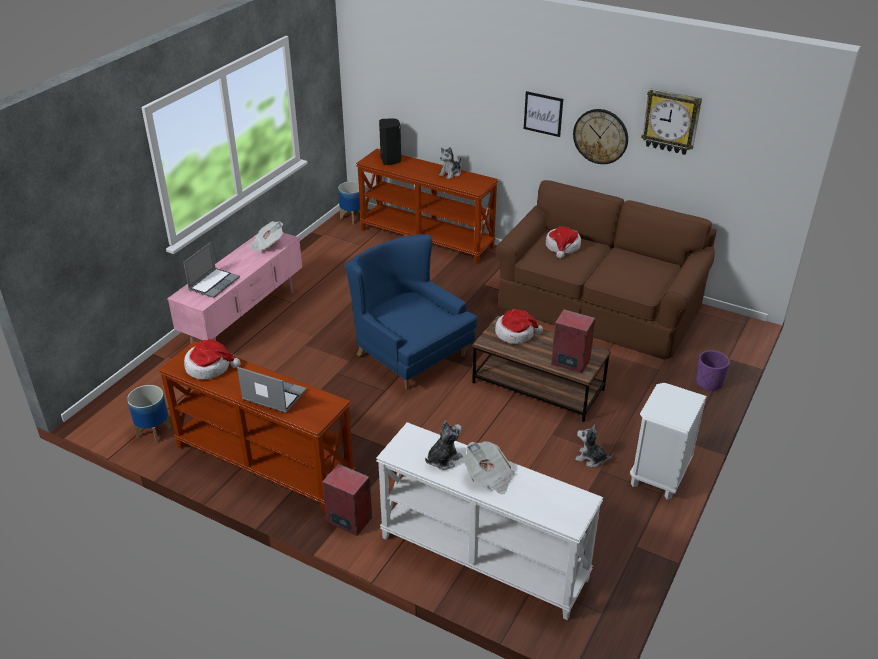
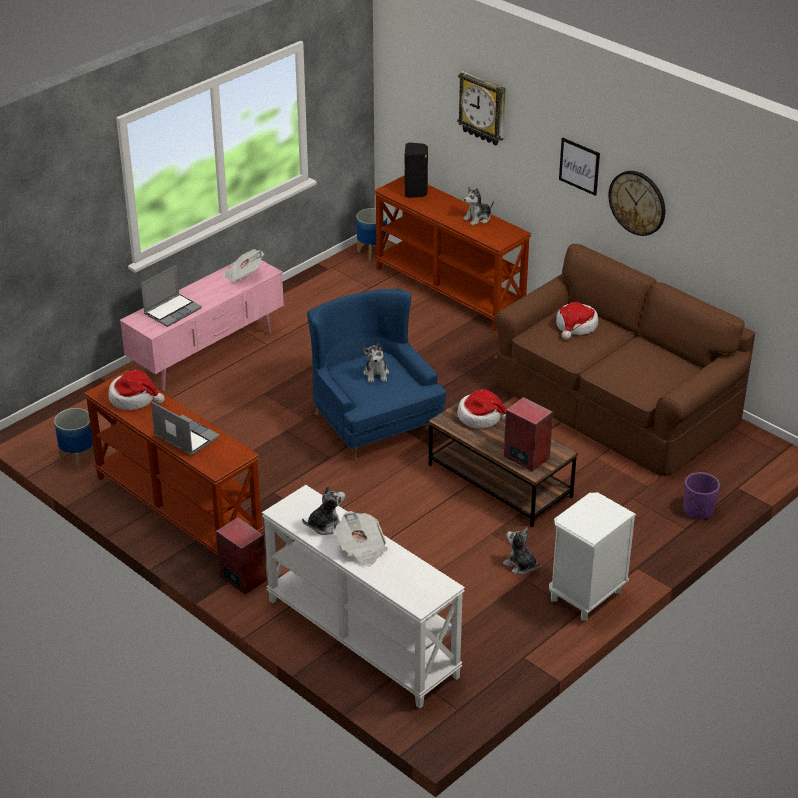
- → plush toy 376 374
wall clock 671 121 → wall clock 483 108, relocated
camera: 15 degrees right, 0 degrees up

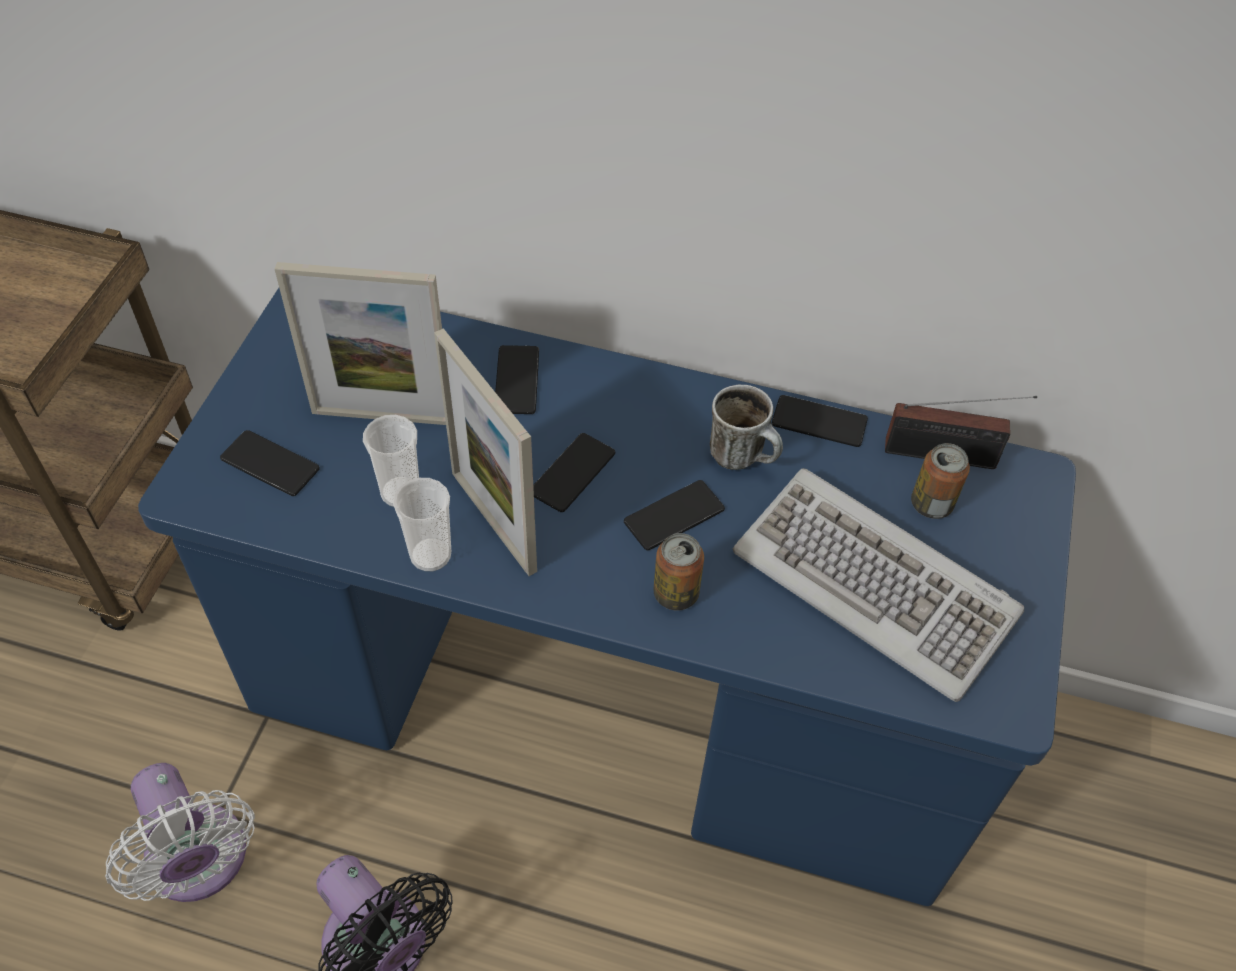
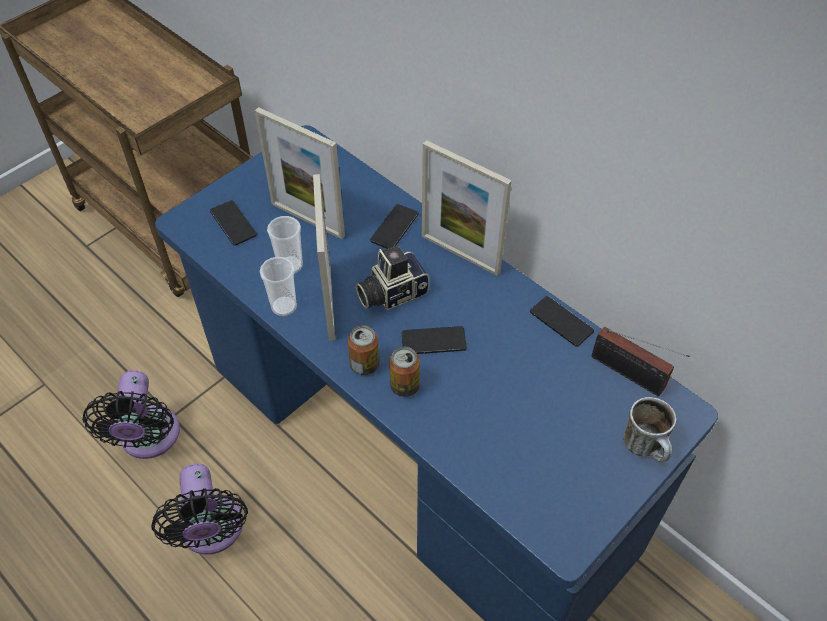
keyboard 875 584 → -
- → picture frame 460 254
mug 743 457 → mug 646 448, relocated
can 931 504 → can 364 365, relocated
phone 572 473 → photo camera 391 293
fan (white) 200 863 → fan (black) 148 439
camera: 30 degrees right, 0 degrees up

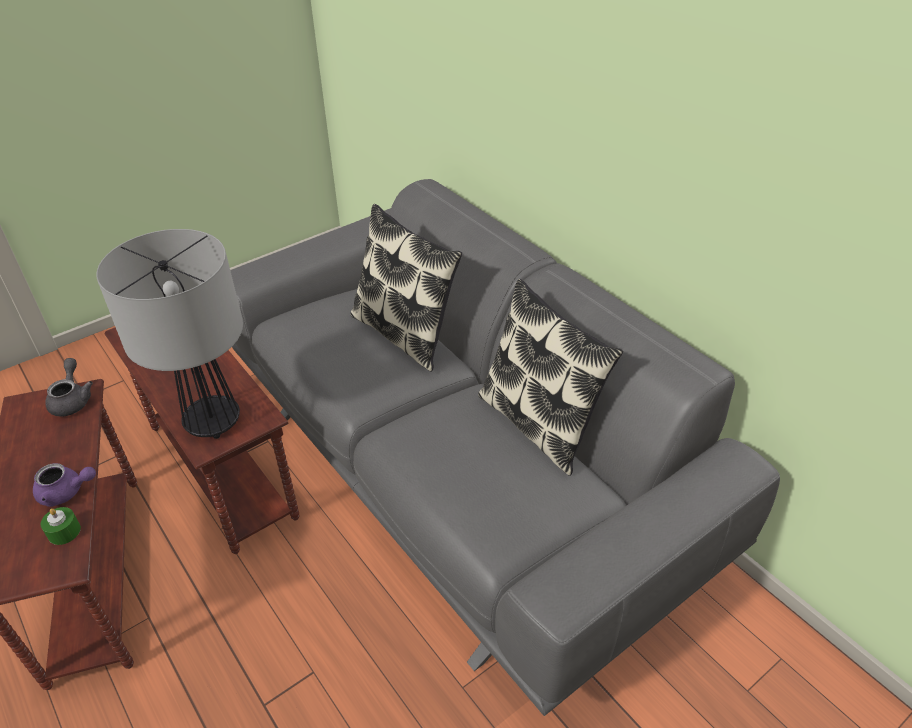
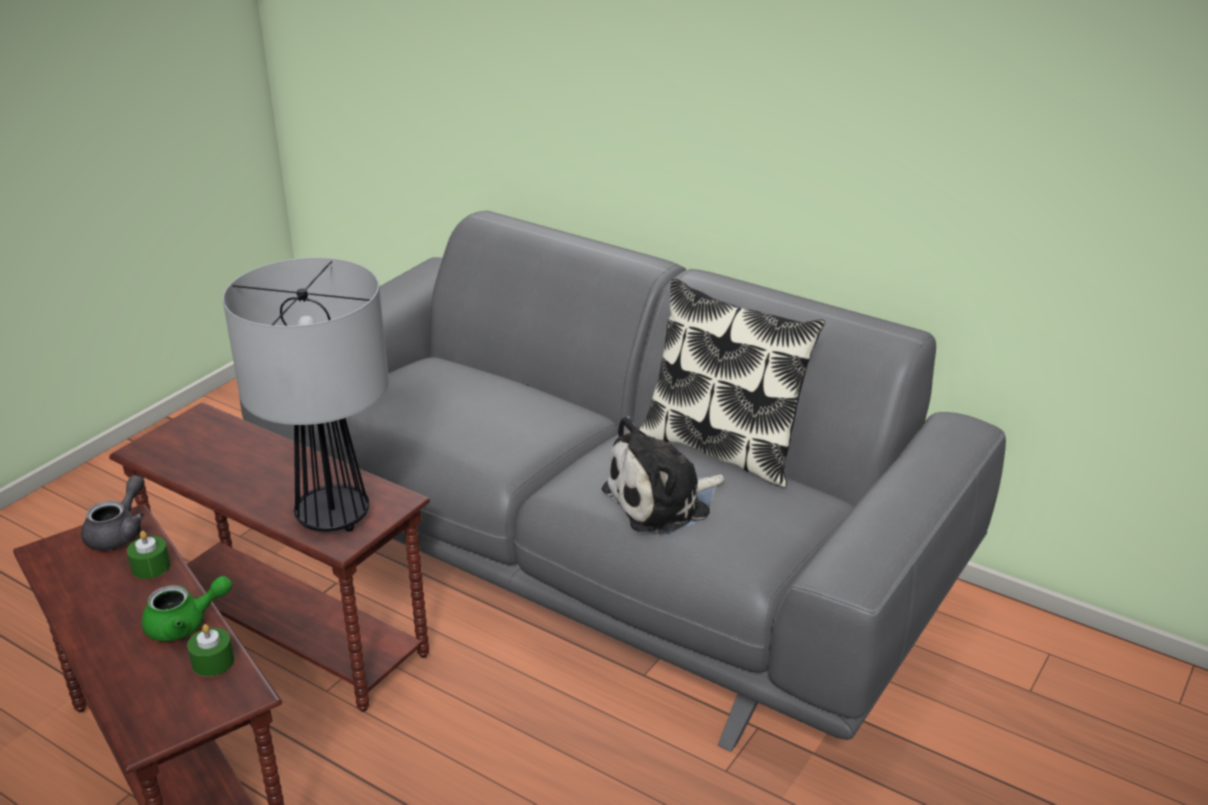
pillow 405 333 → -
- → candle (green) 151 567
- → plush toy 663 501
teapot (purple) 66 492 → teapot (green) 185 624
teapot (grey) 72 400 → teapot (grey) 119 532, 45 degrees clockwise
camera: 20 degrees left, 10 degrees down

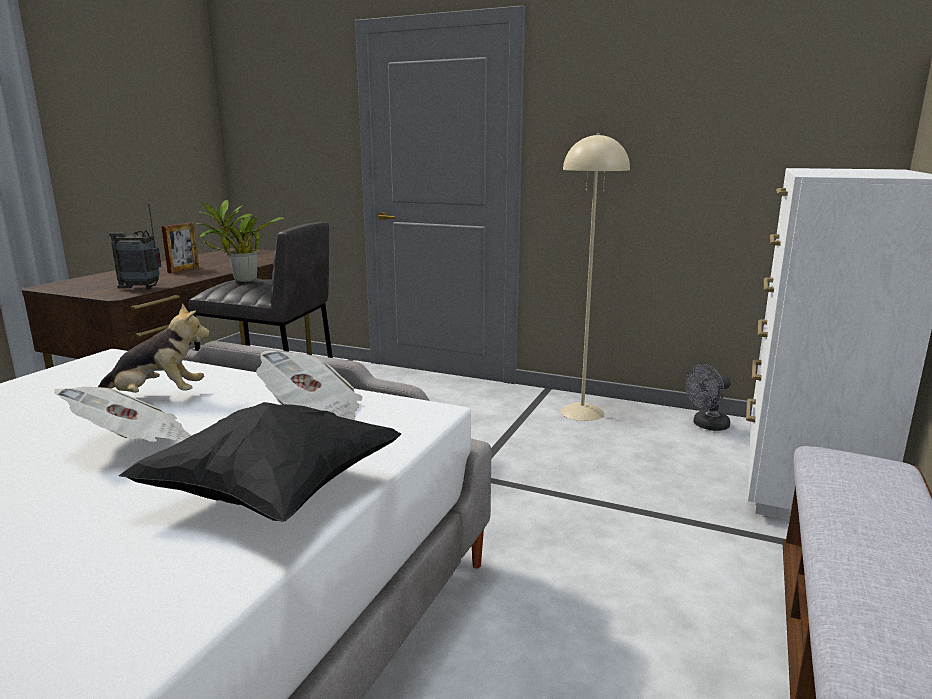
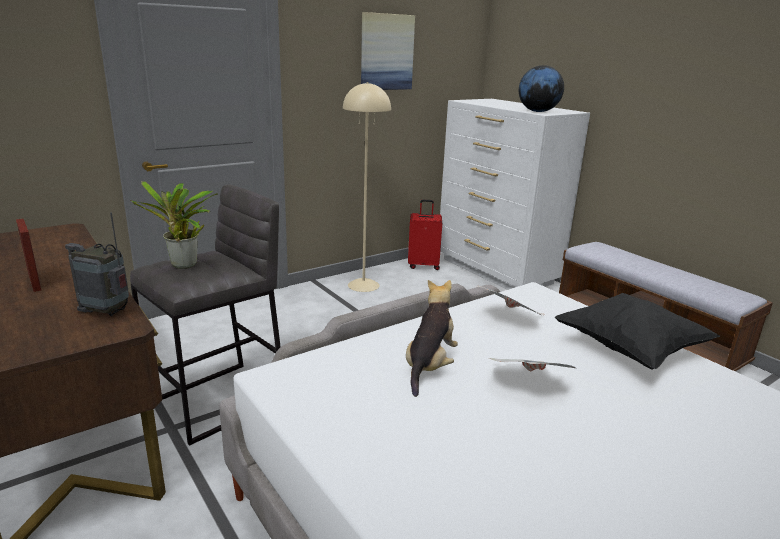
- → picture 386 52
- → globe 538 111
fan (grey) 706 426 → suitcase (red) 423 265
radio 142 288 → radio 106 312, 75 degrees clockwise
camera: 60 degrees left, 5 degrees up

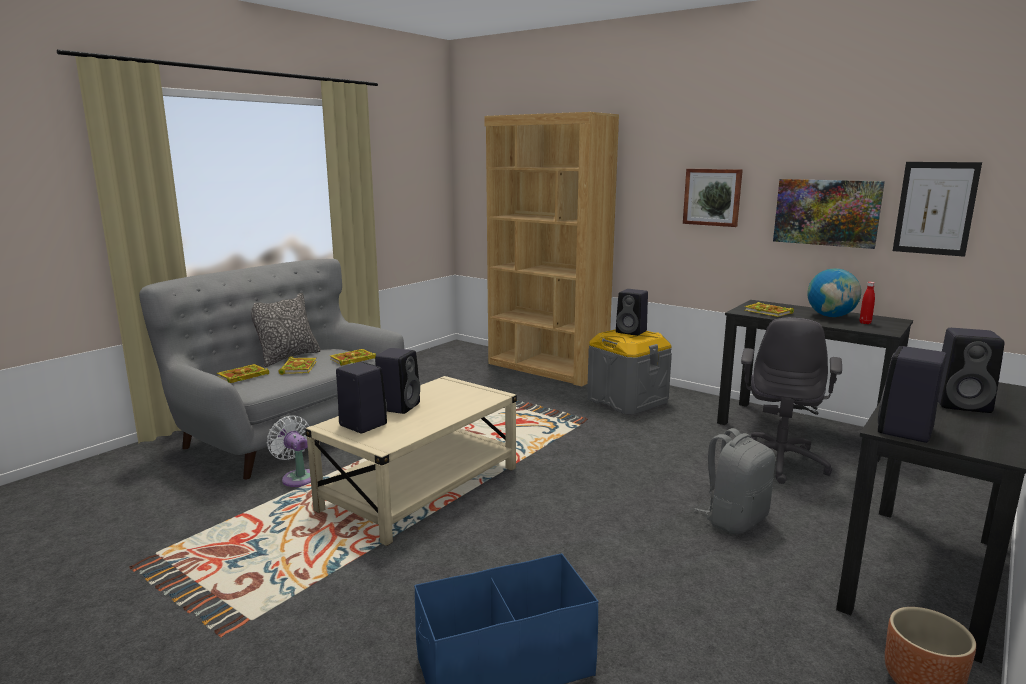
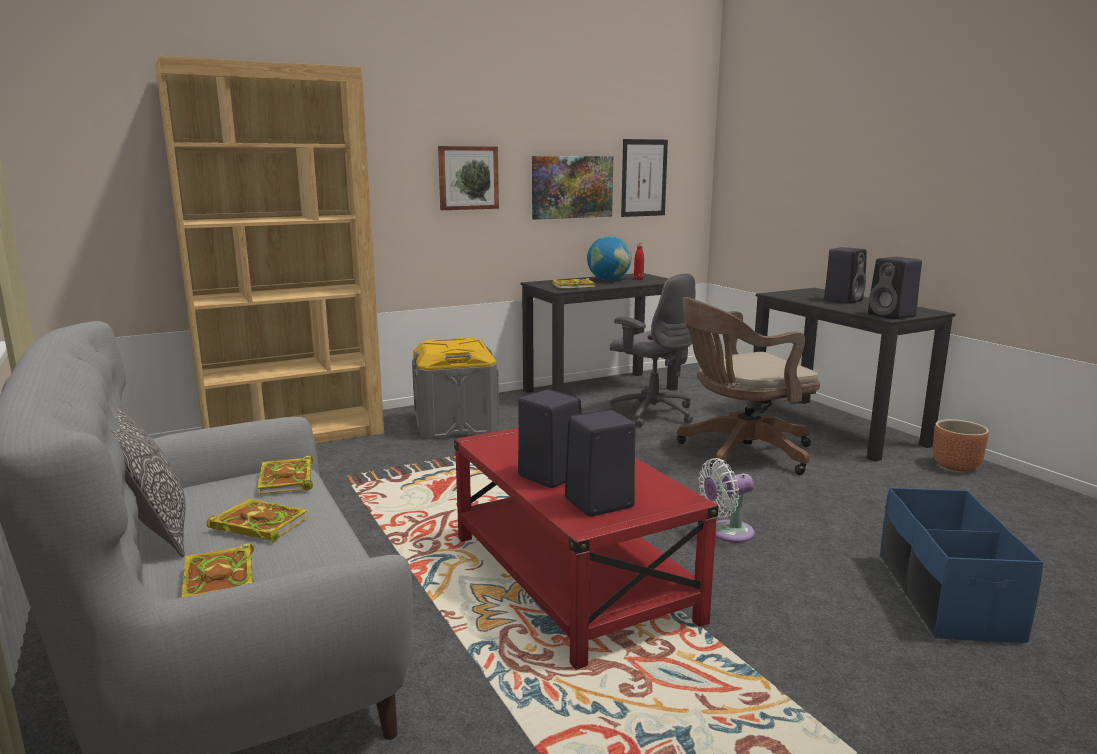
speaker (black) 632 332 → -
fan (white) 298 477 → fan (white) 727 533, relocated
backpack (grey) 734 520 → office chair (brown) 739 453
coffee table (beige) 421 488 → coffee table (red) 571 577
camera: 65 degrees left, 0 degrees up

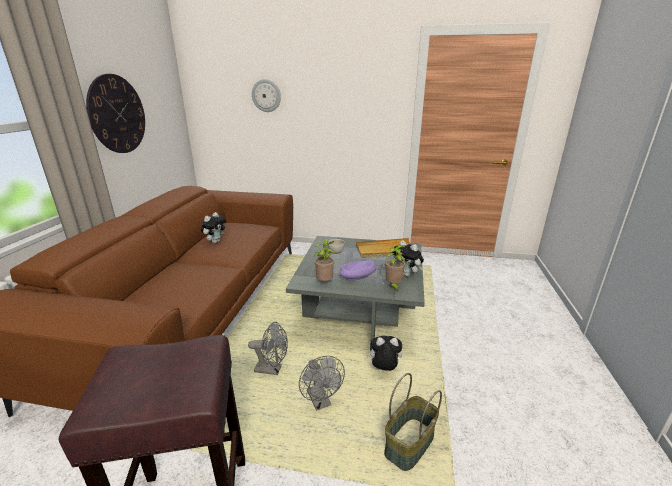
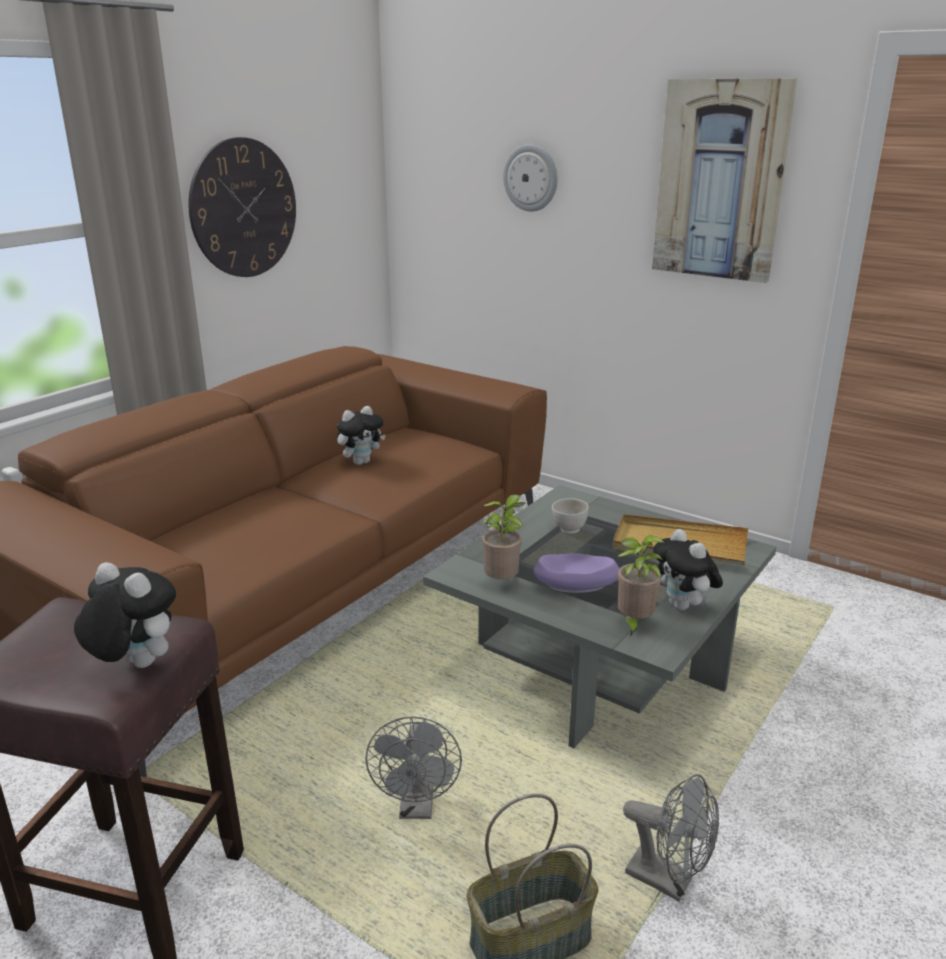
- → picture 720 180
fan (grey) 272 369 → fan (grey) 668 881, relocated
plush toy 384 369 → plush toy 134 665, relocated
camera: 25 degrees right, 0 degrees up

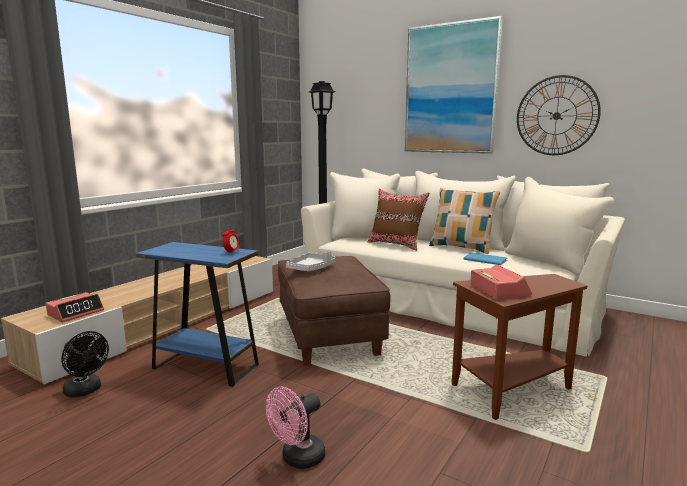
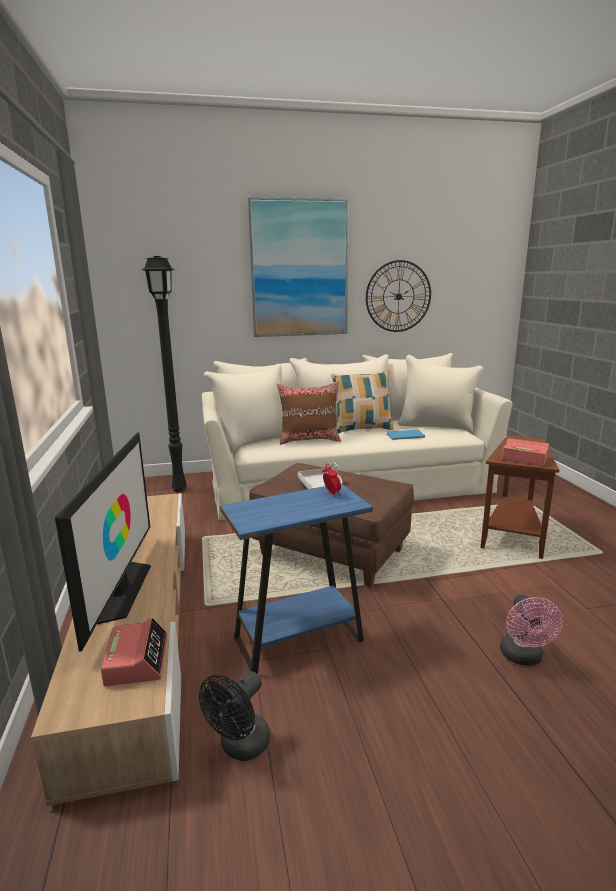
- → television 120 590
fan (black) 86 391 → fan (black) 240 747, 135 degrees clockwise
camera: 45 degrees left, 5 degrees up

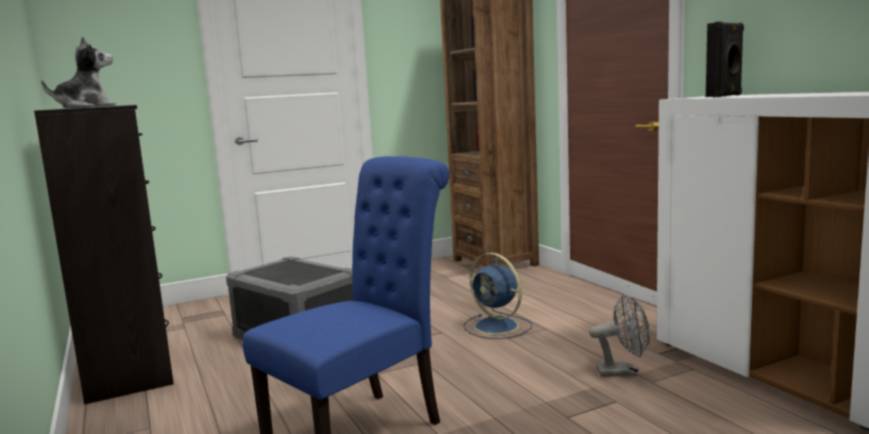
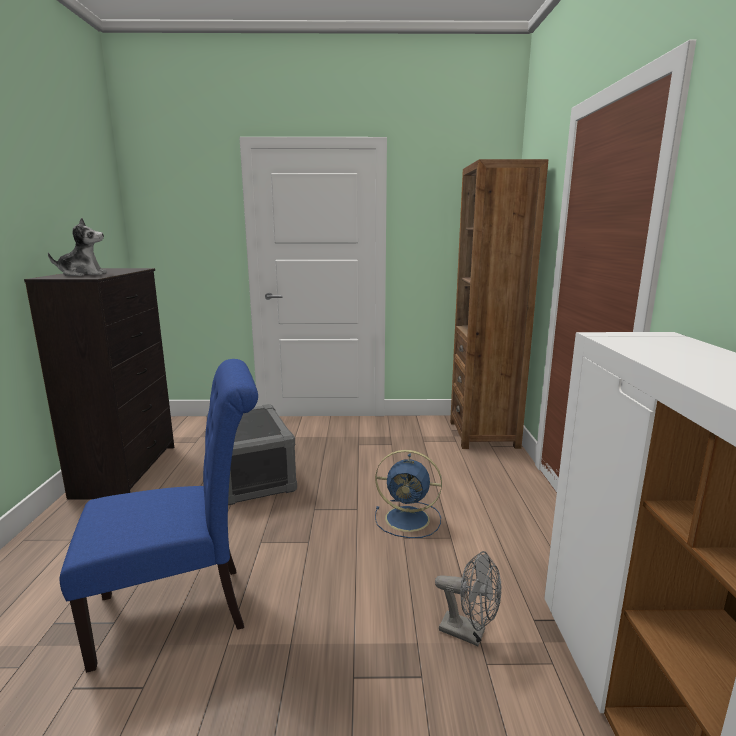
speaker (black) 725 96 → -
fan (blue) 498 327 → fan (blue) 409 519, 60 degrees counterclockwise
camera: 25 degrees right, 5 degrees up

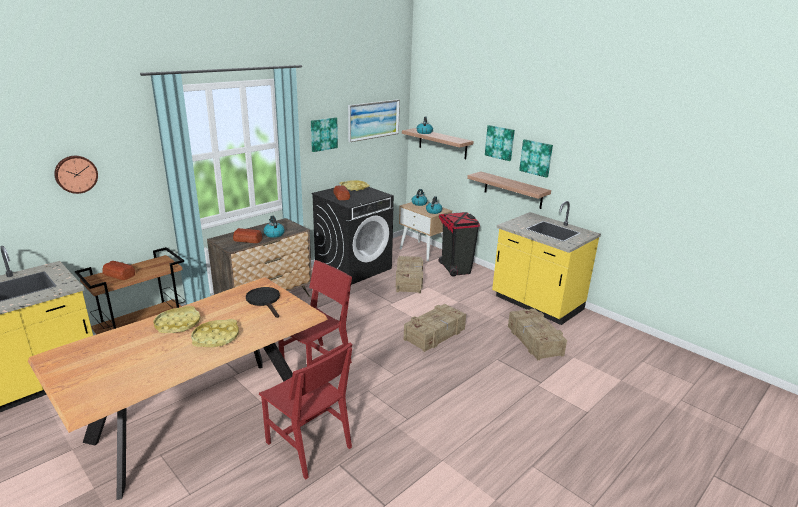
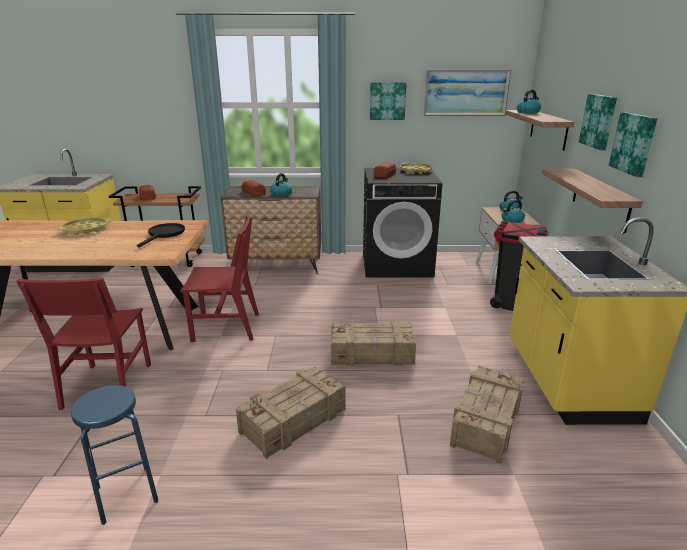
wall clock 76 174 → -
tray (yellow) 215 337 → -
- → stool (blue) 126 494
crate 409 280 → crate 294 420, relocated
camera: 45 degrees right, 0 degrees up

